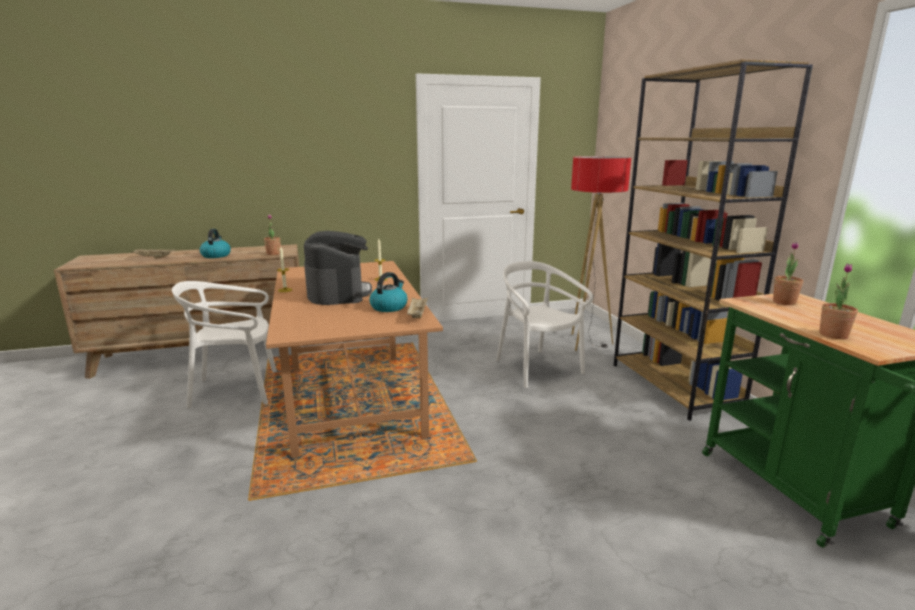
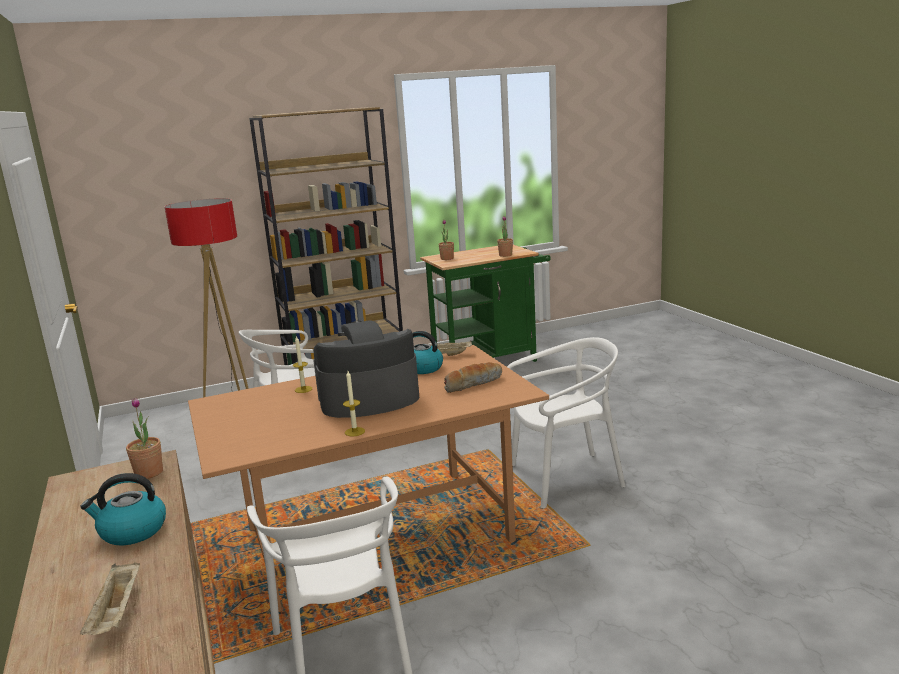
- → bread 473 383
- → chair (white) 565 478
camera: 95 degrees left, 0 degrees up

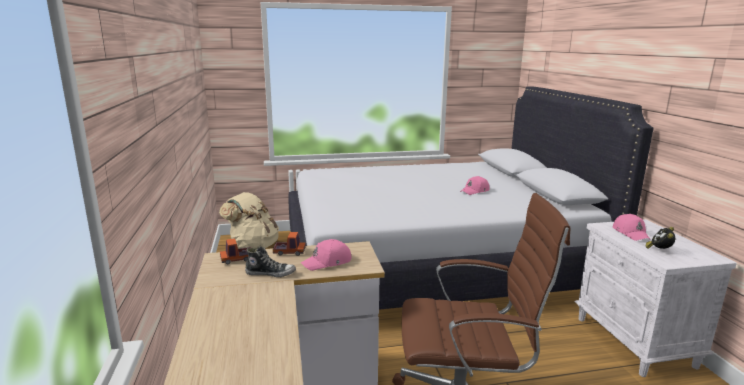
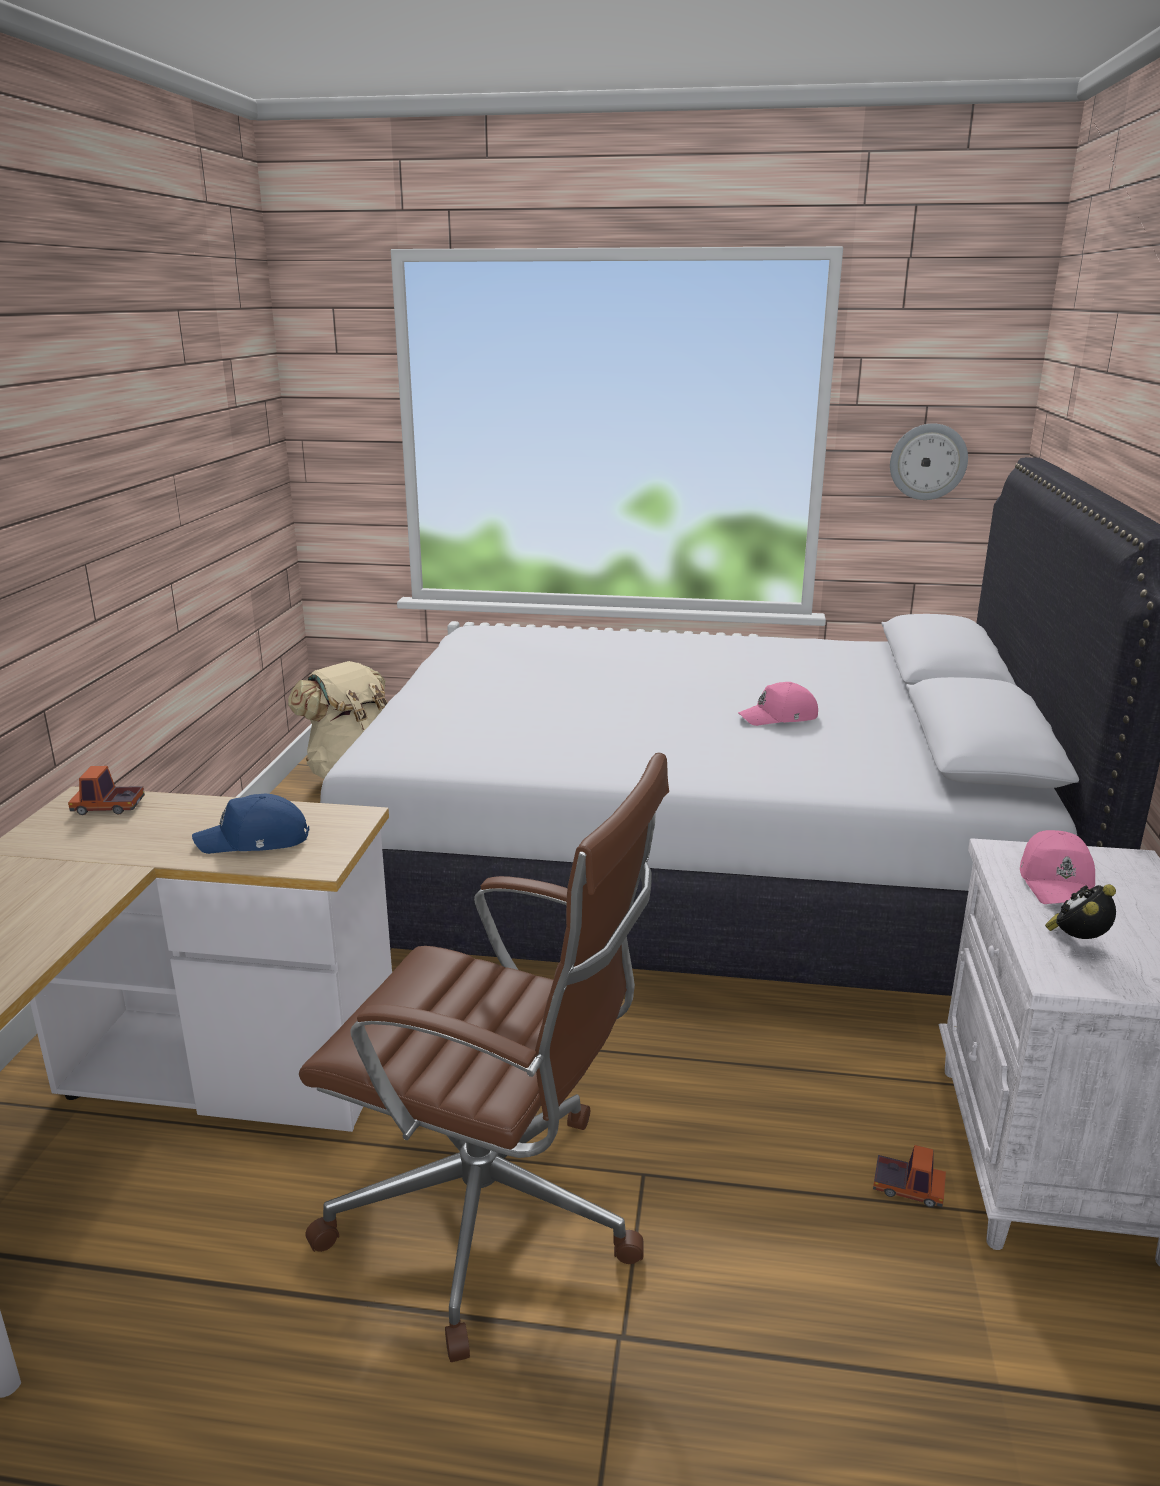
shoe 271 273 → -
- → wall clock 928 461
toy truck 289 252 → toy truck 908 1188, relocated
cap (pink) 327 262 → cap (blue) 255 841
camera: 20 degrees right, 5 degrees up

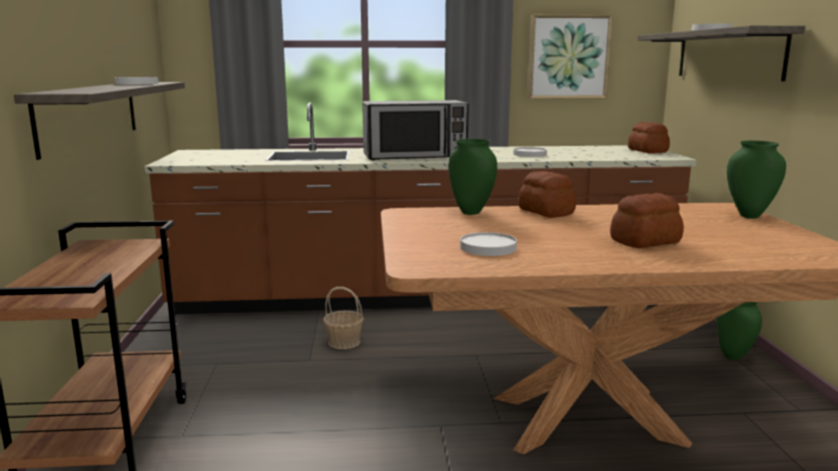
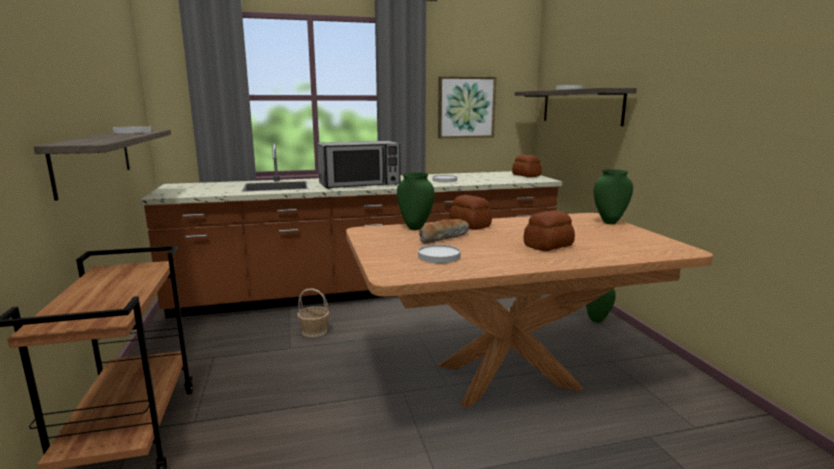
- → bread 443 237
camera: 10 degrees left, 0 degrees up

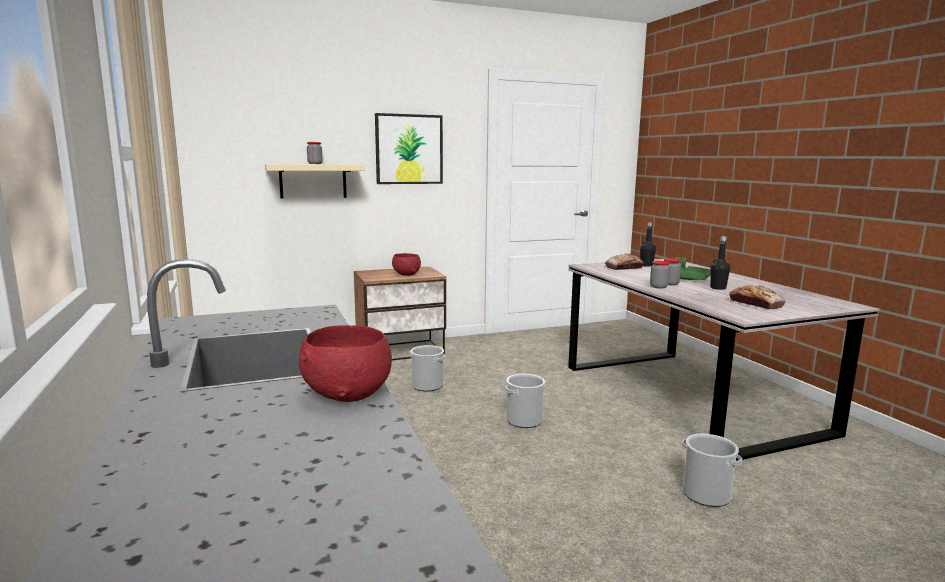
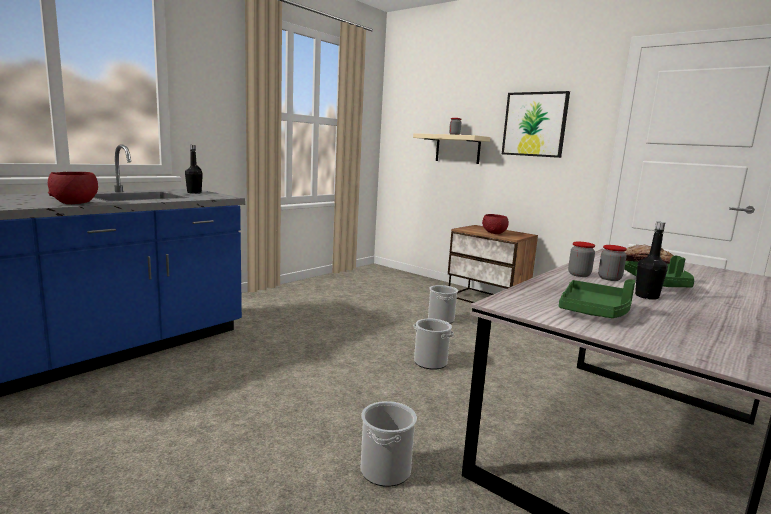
bottle (black) 646 265 → bottle (black) 194 193, relocated
bread 756 304 → tray (green) 595 311
camera: 60 degrees right, 0 degrees up

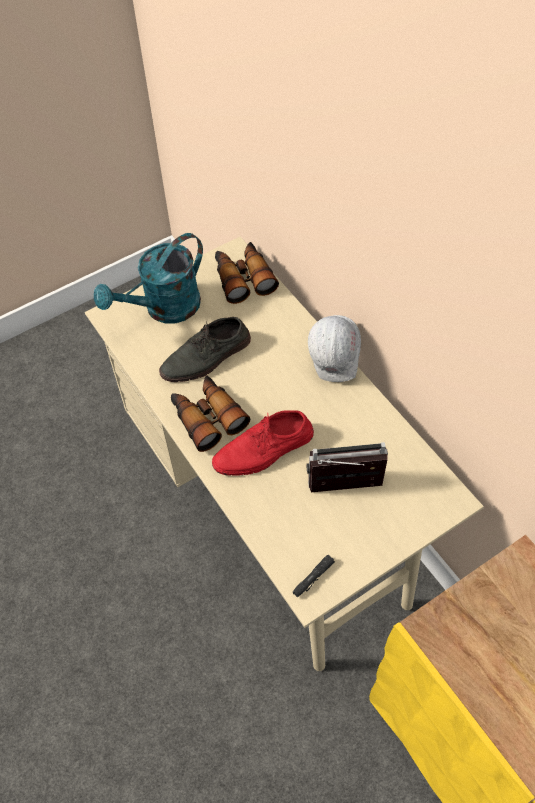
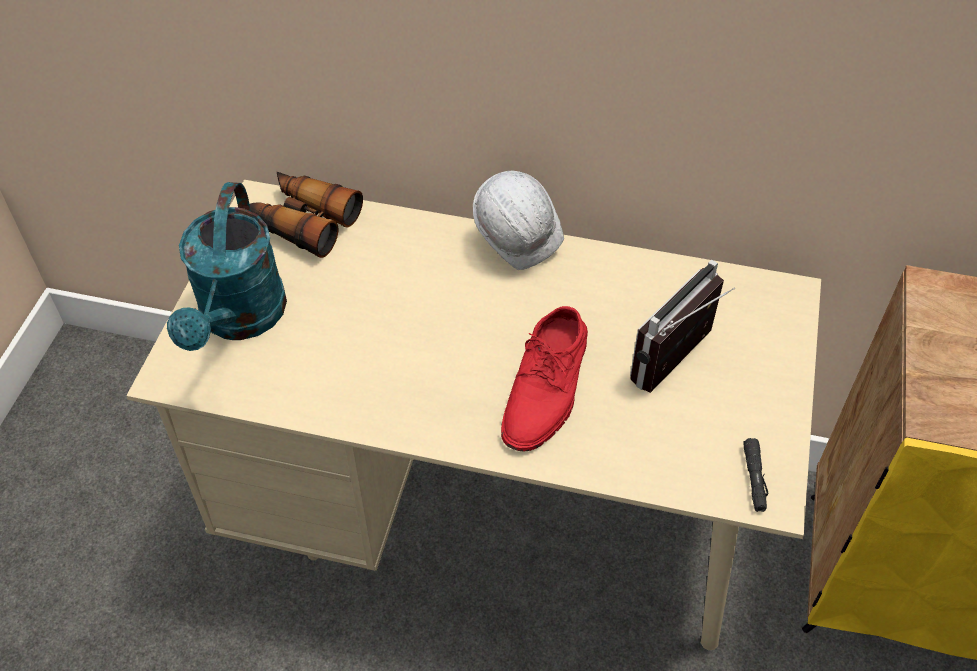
shoe (grey) 206 357 → -
binoculars 207 417 → -
camera: 45 degrees left, 5 degrees down

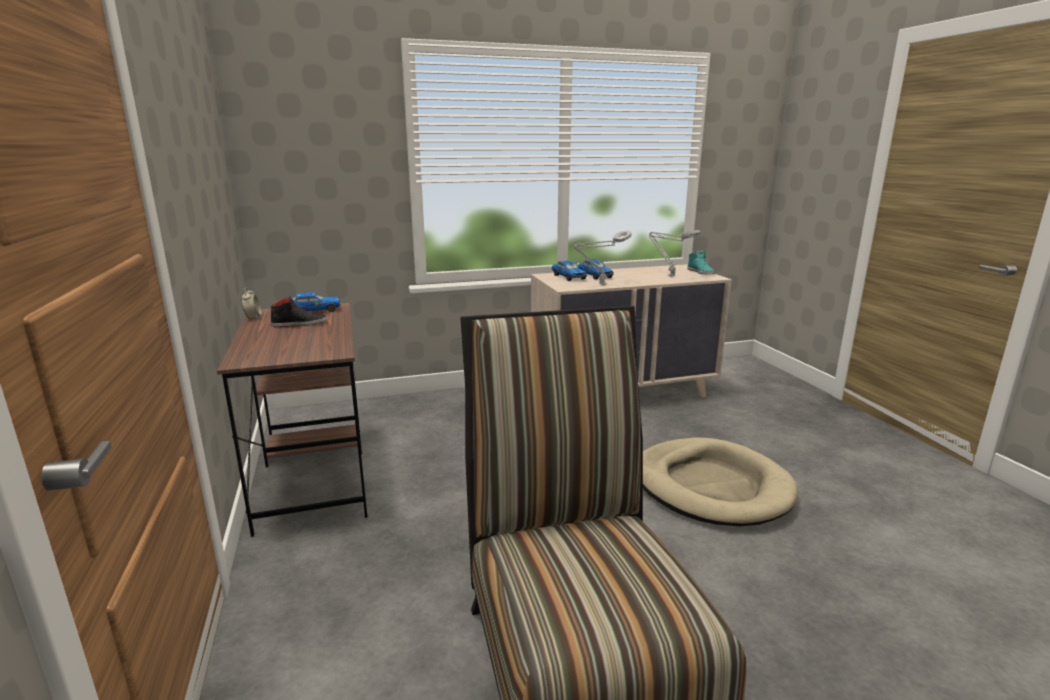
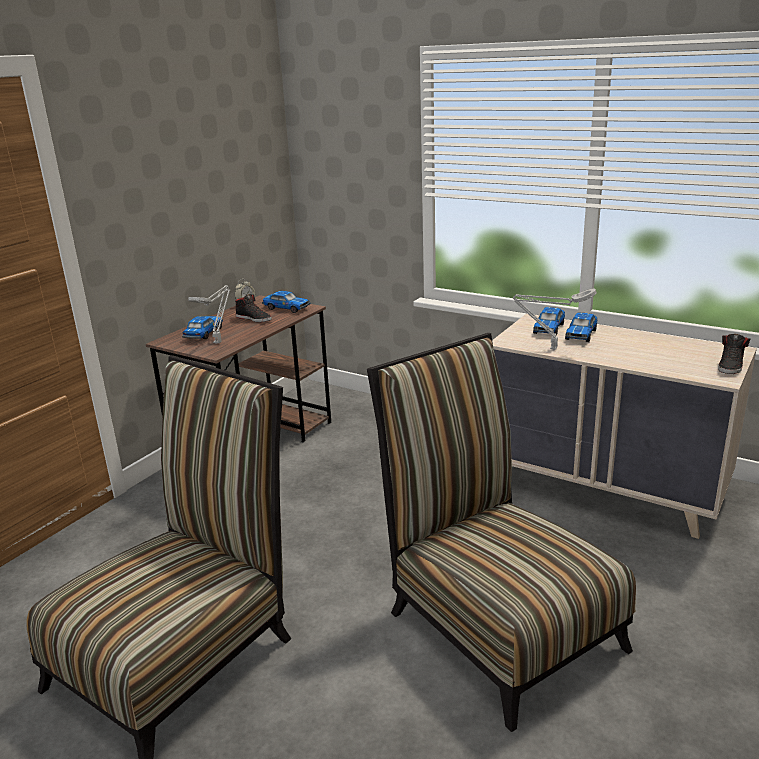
- → toy car 203 333
table lamp (grey) 669 276 → table lamp (grey) 218 342, relocated
dog bed (beige) 710 486 → chair 496 621
shoe (turquoise) 701 272 → shoe (black) 731 366
camera: 50 degrees right, 5 degrees up

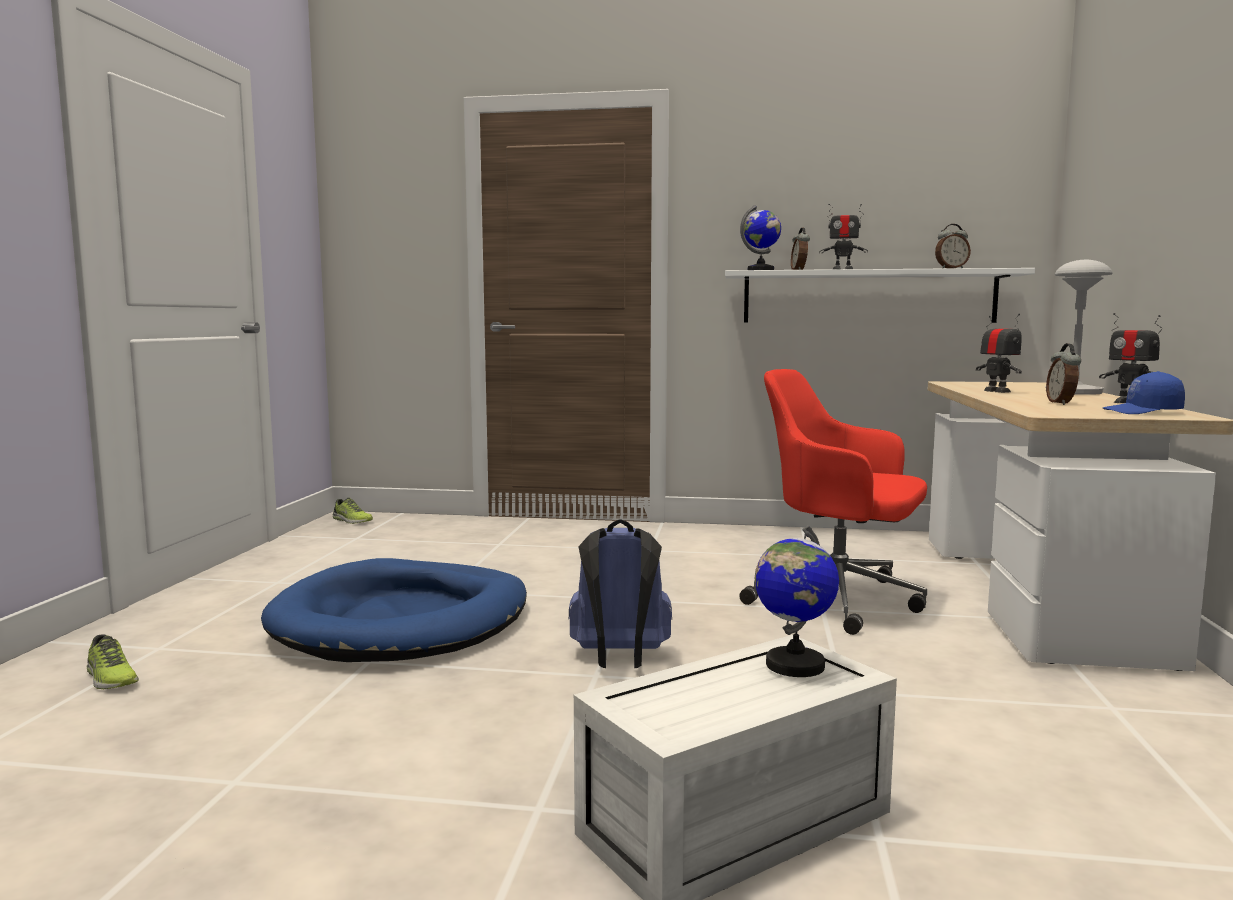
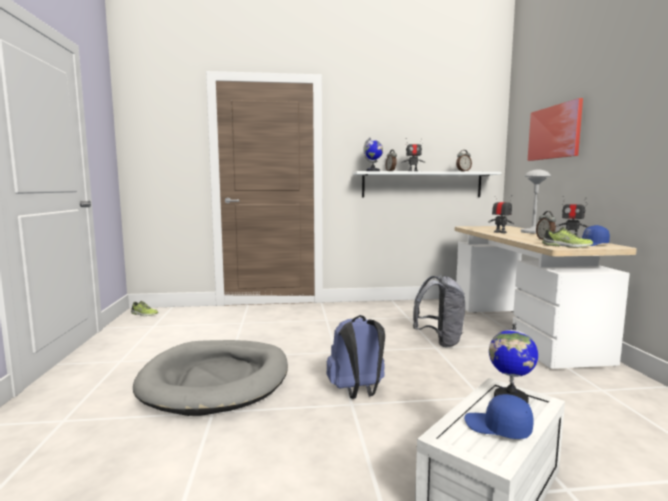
- → cap (blue) 497 428
- → picture 554 132
shoe 110 678 → shoe 566 246, relocated
office chair (red) 839 600 → backpack (grey) 439 341
dog bed (blue) 403 620 → dog bed (grey) 216 380
camera: 15 degrees left, 0 degrees up

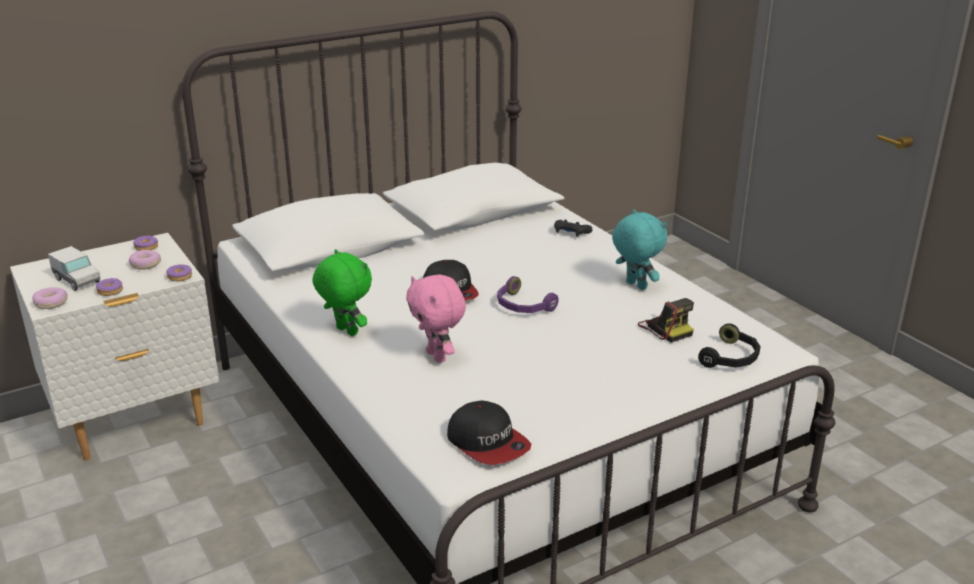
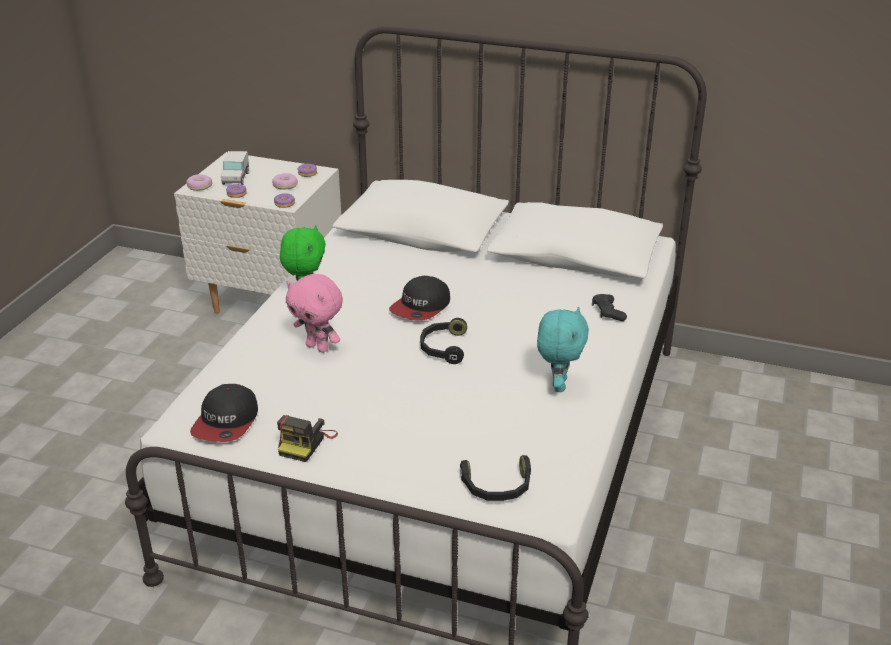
photo camera 665 328 → photo camera 306 443, relocated
headphones (purple) 522 306 → headphones (black) 443 348
plush toy (pink) 437 356 → plush toy (pink) 318 347, 75 degrees counterclockwise
camera: 50 degrees right, 5 degrees up

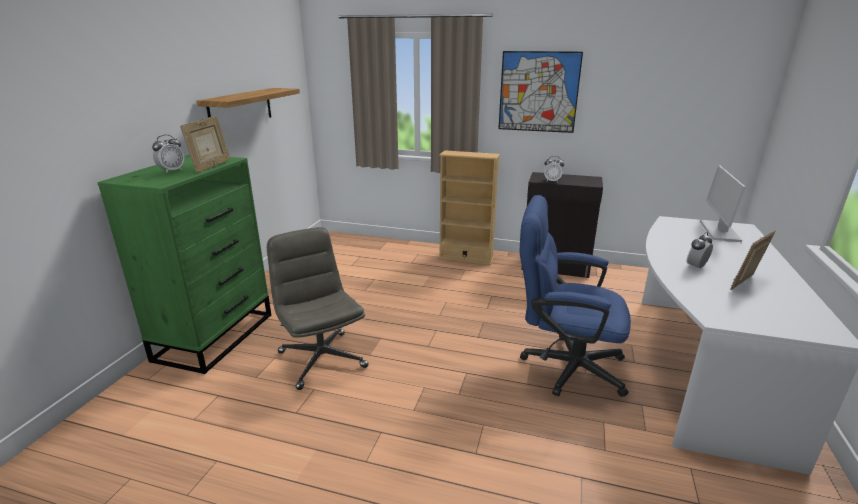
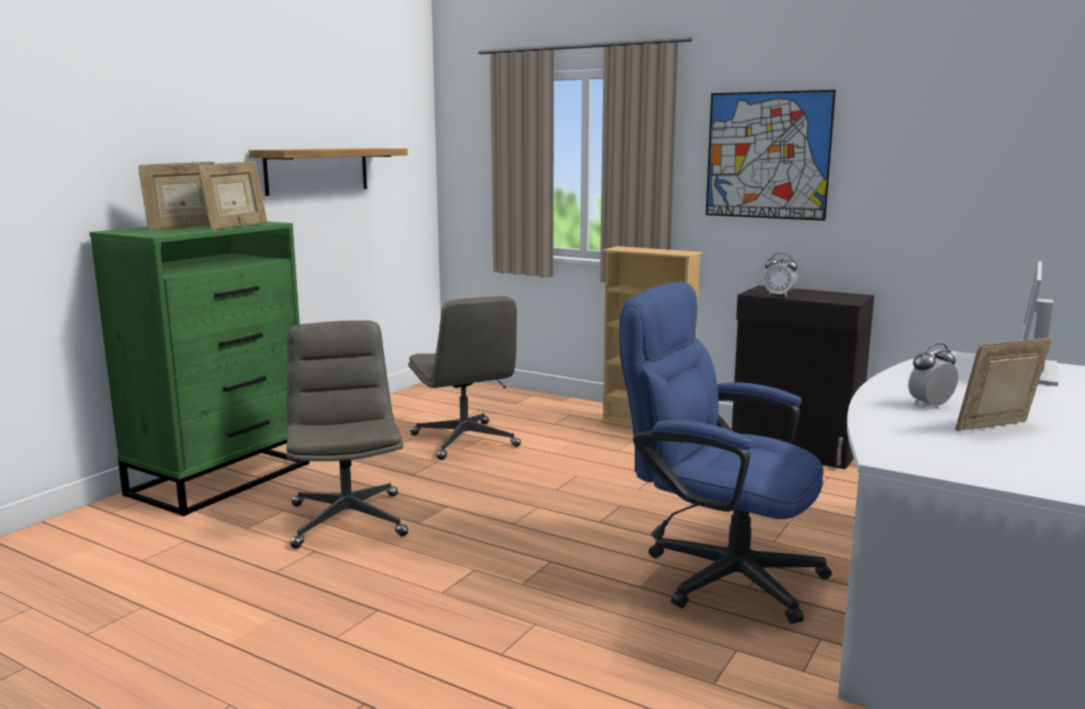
- → office chair (grey) 465 441
alarm clock 172 171 → picture frame 185 228
camera: 15 degrees right, 10 degrees down

